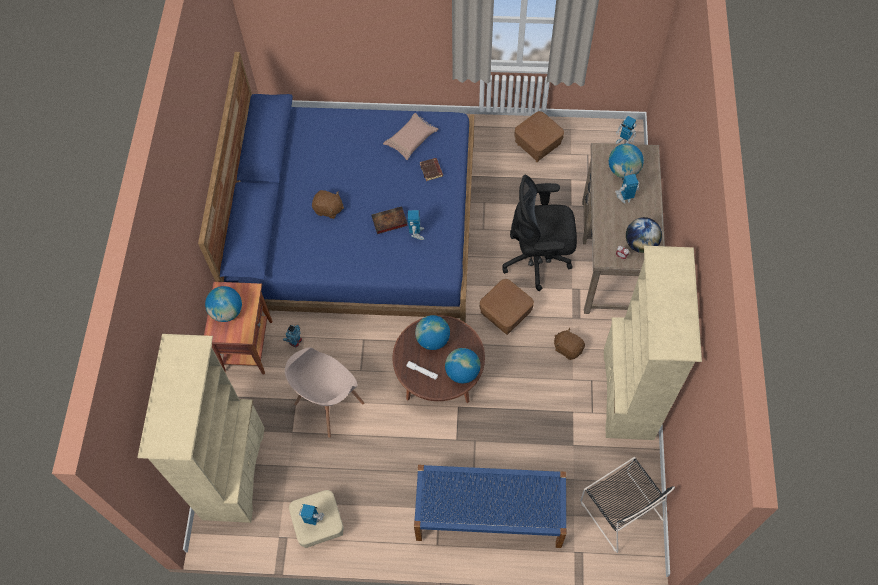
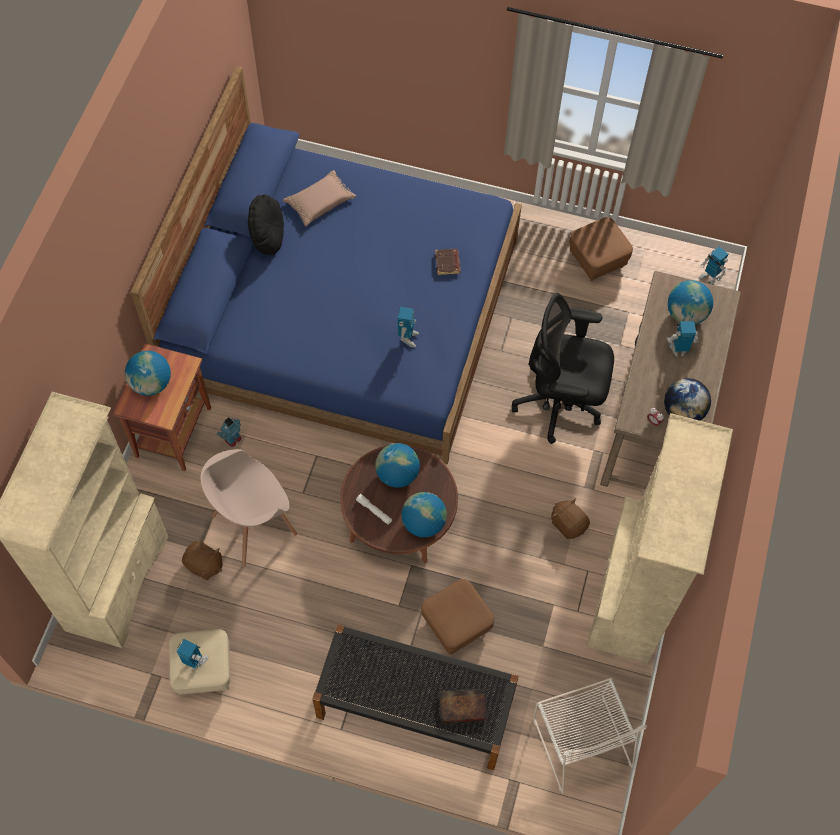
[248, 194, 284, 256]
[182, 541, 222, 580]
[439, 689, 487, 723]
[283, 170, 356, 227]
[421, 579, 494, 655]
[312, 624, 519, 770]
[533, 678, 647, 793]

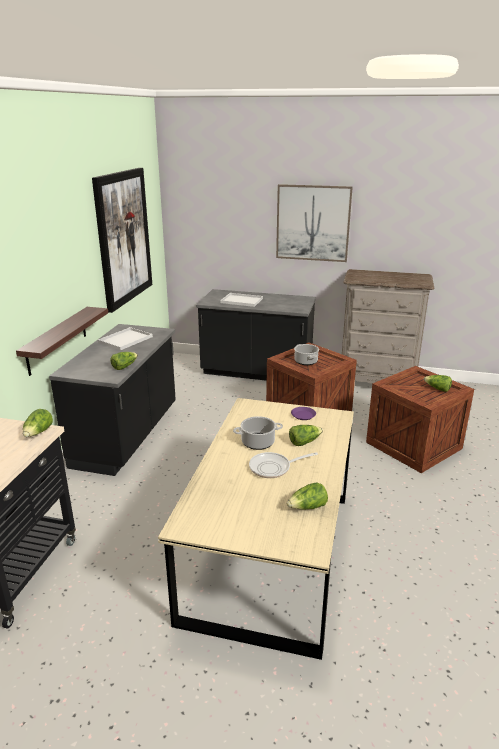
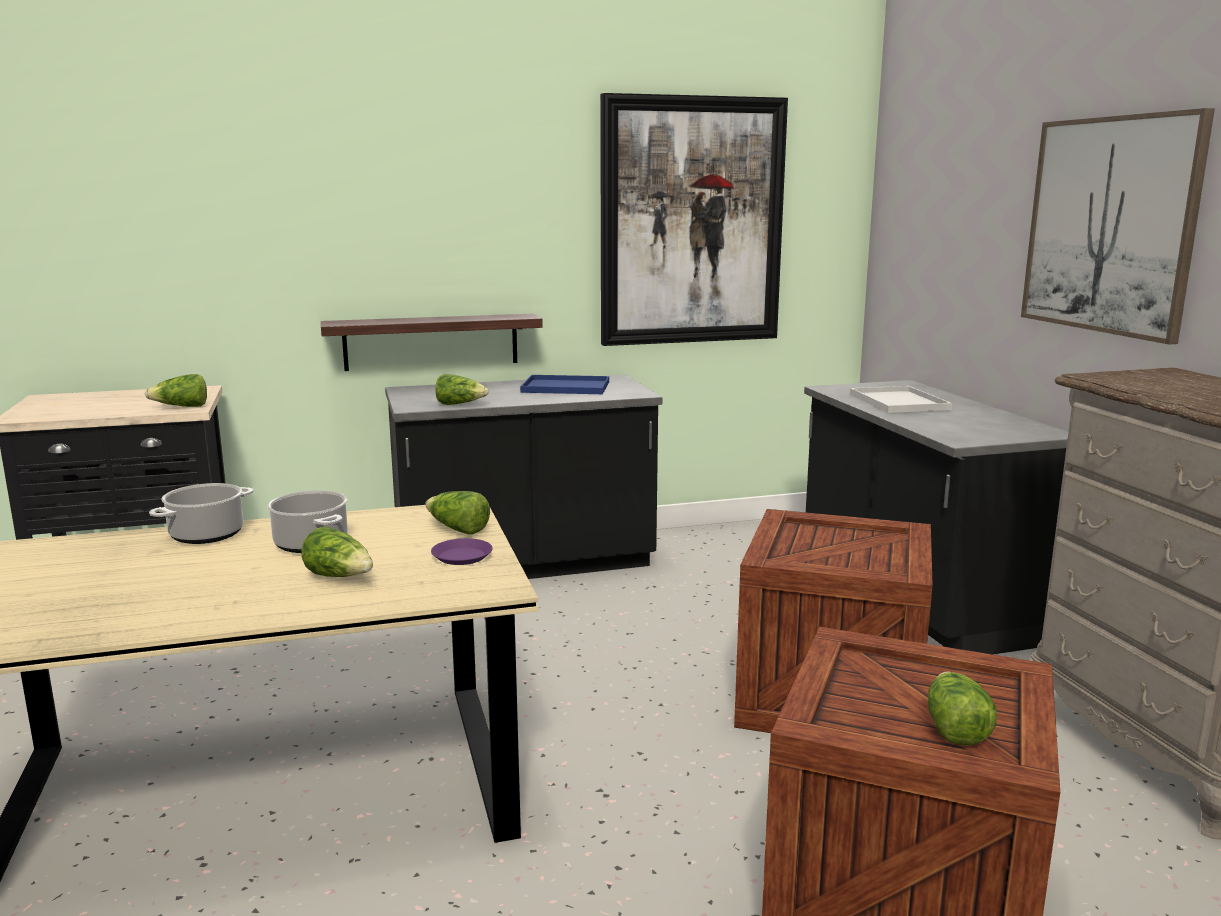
[249, 452, 318, 478] (first image)
[425, 491, 490, 535]
[149, 483, 254, 544]
[520, 375, 609, 394]

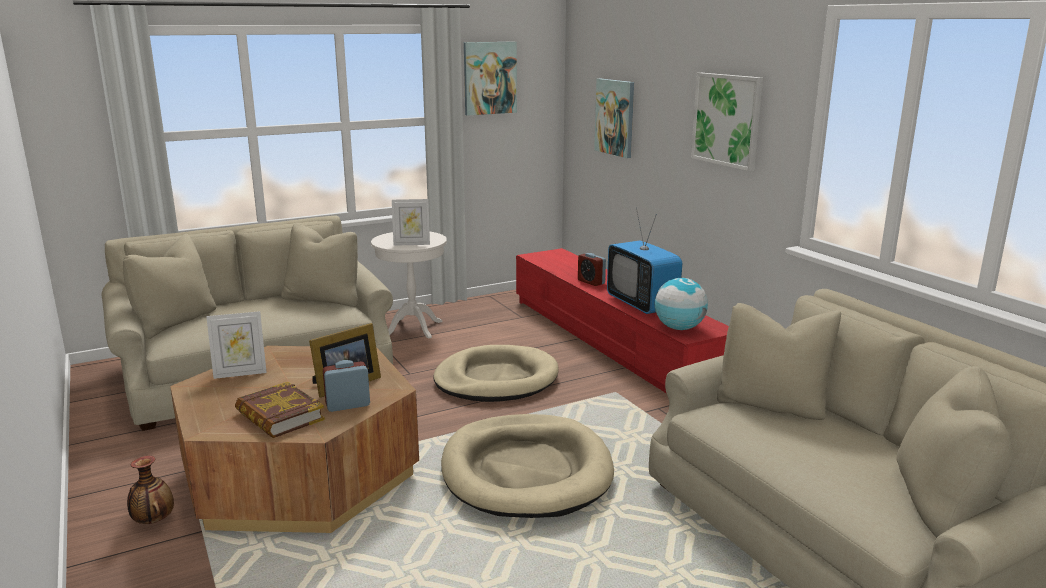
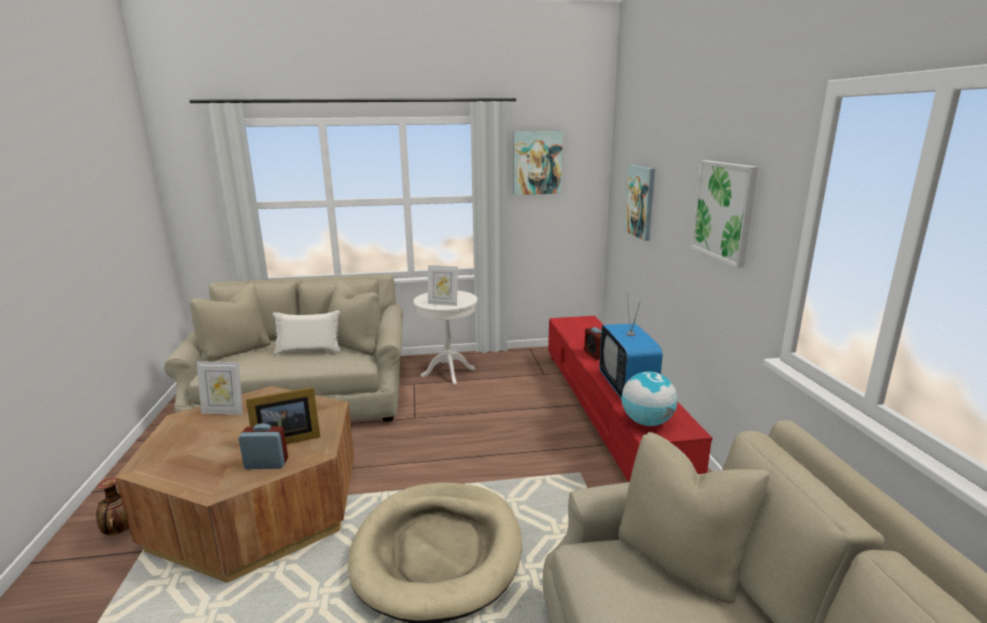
[235, 382, 325, 438] (first image)
[433, 345, 559, 402] (first image)
[273, 310, 341, 356]

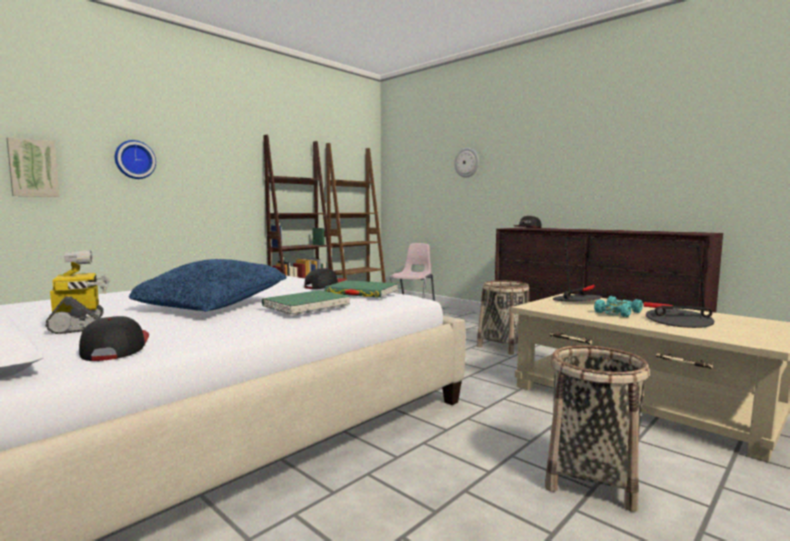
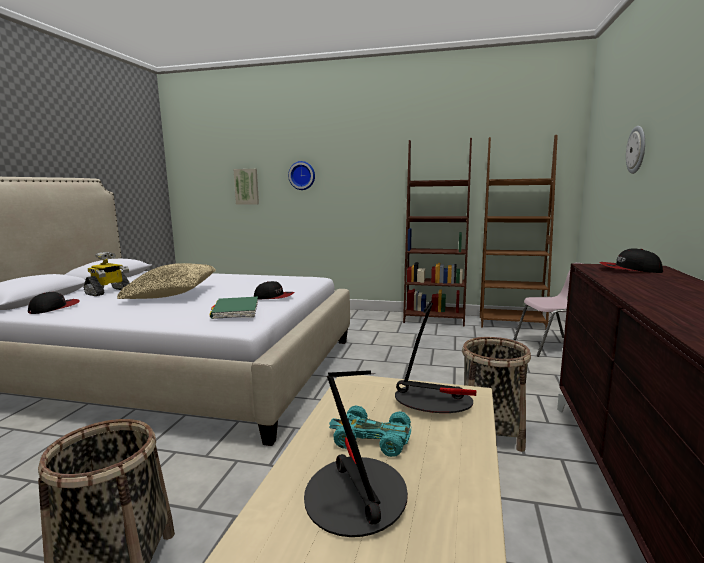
[262, 290, 351, 316] (first image)
[117, 263, 216, 299]

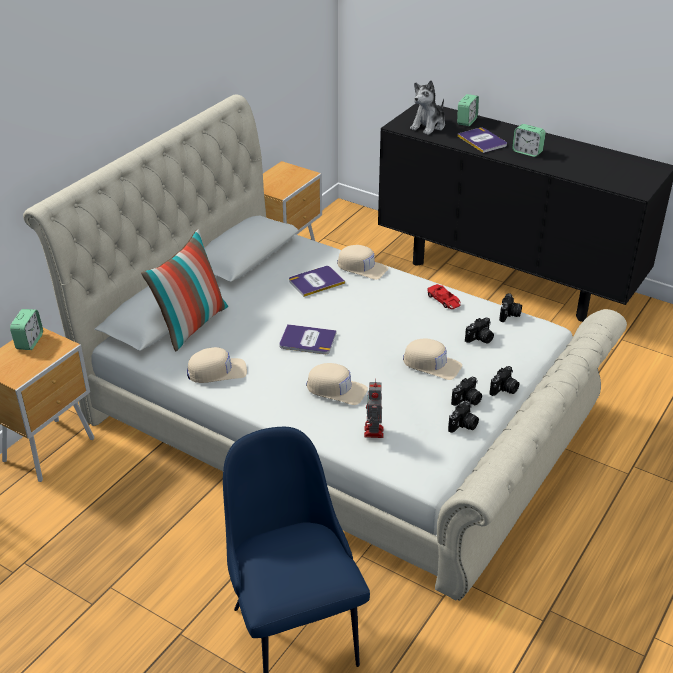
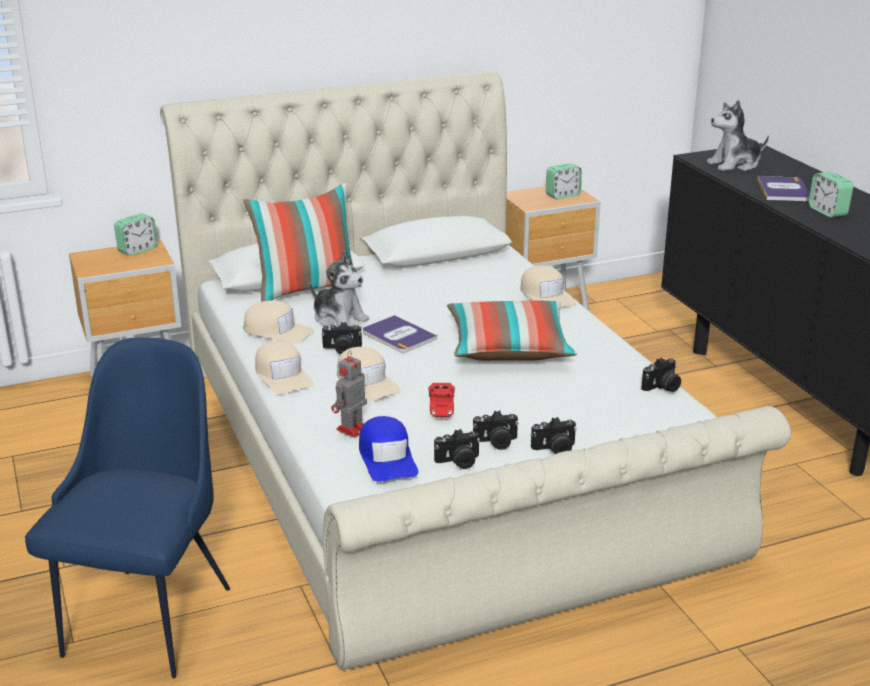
[289, 266, 345, 297] (first image)
[309, 251, 369, 326]
[359, 416, 418, 482]
[447, 301, 577, 361]
[255, 340, 314, 395]
[428, 383, 455, 418]
[546, 163, 582, 199]
[322, 322, 362, 355]

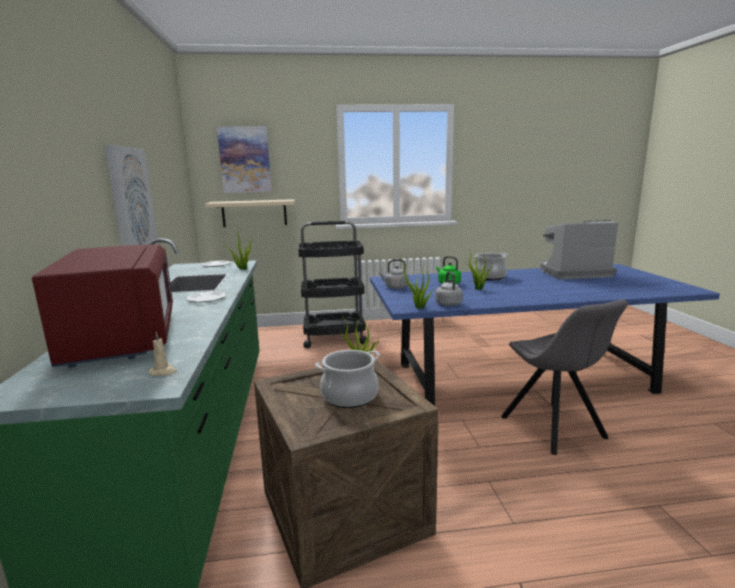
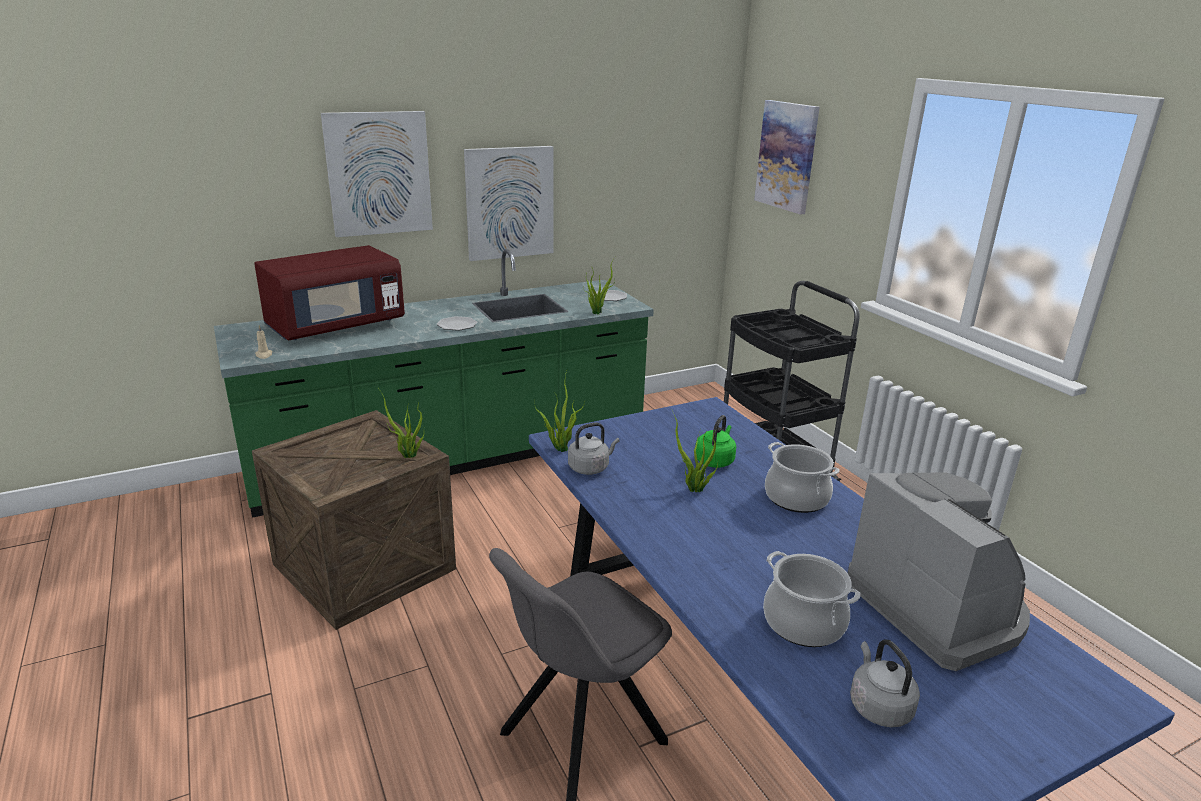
[205, 199, 295, 227] (first image)
[321, 111, 433, 237]
[763, 551, 860, 647]
[850, 639, 920, 727]

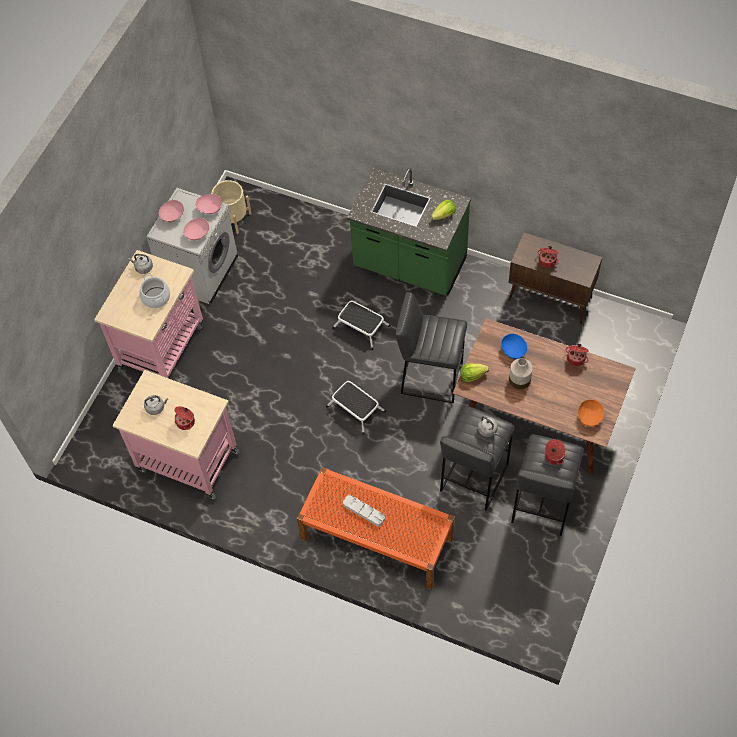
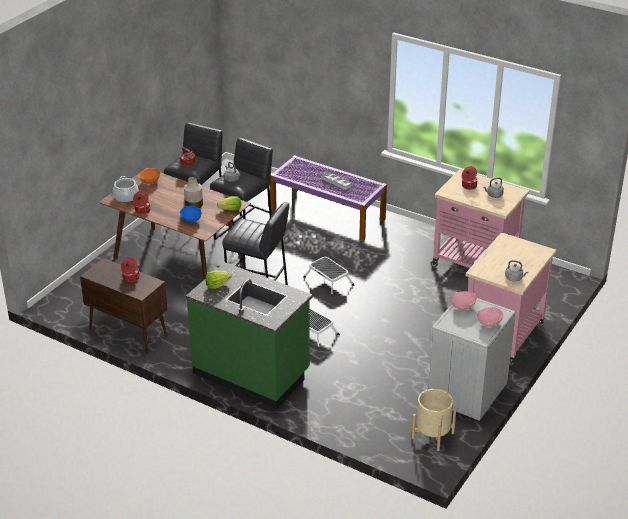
[195, 194, 222, 214] (first image)
[113, 176, 139, 202]
[270, 155, 387, 241]

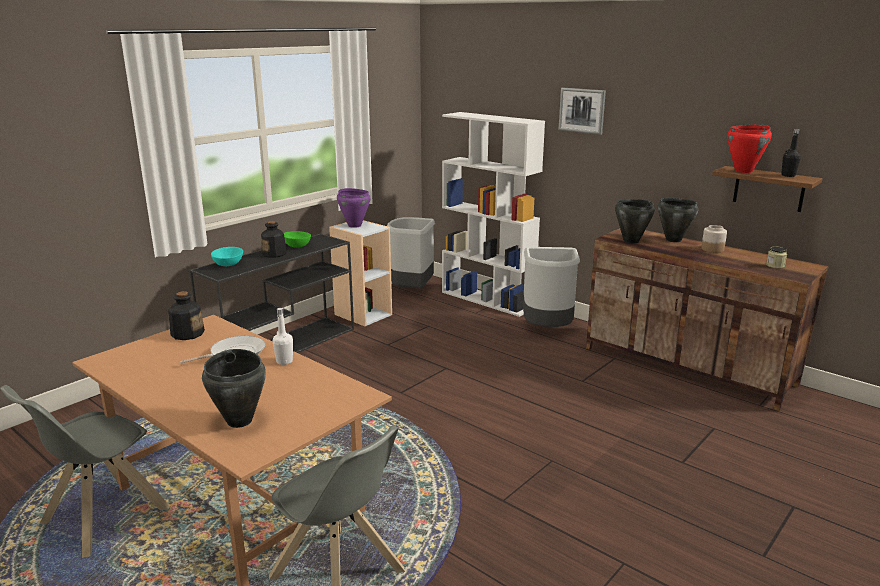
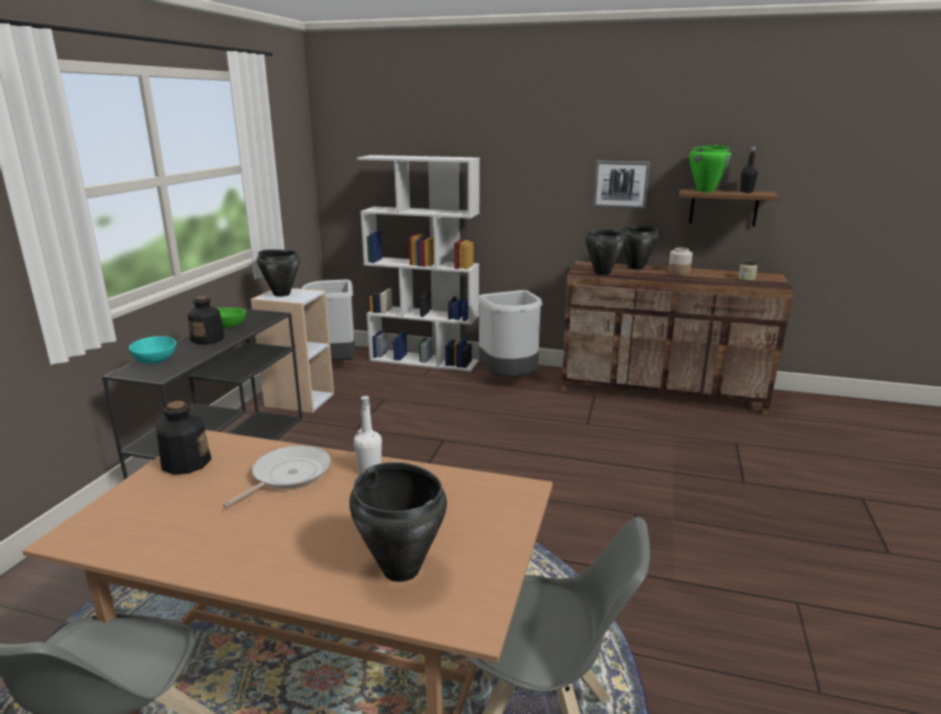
[593, 160, 650, 209]
[257, 249, 300, 297]
[689, 145, 731, 192]

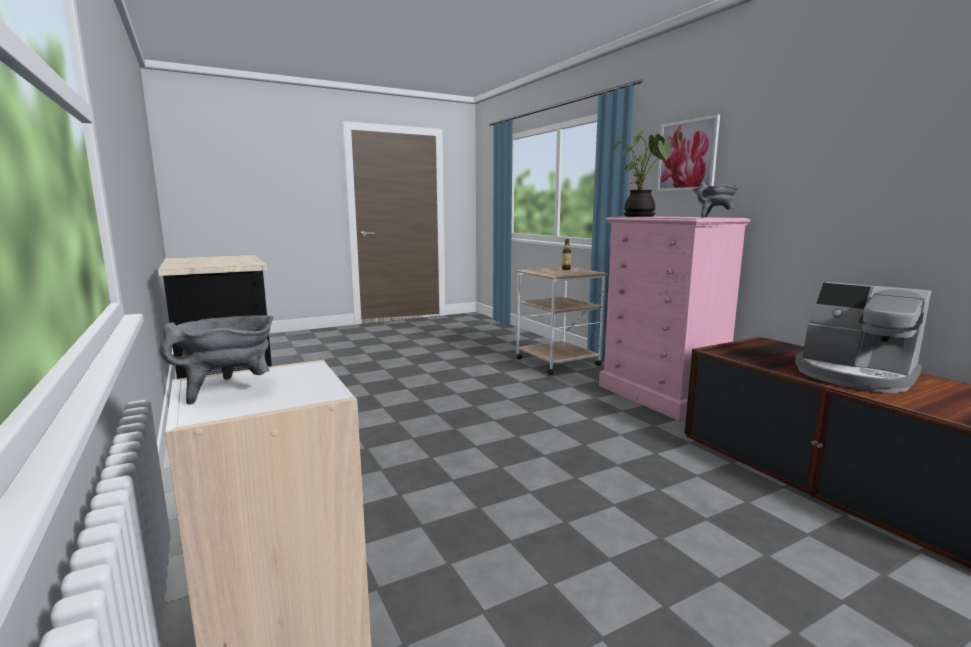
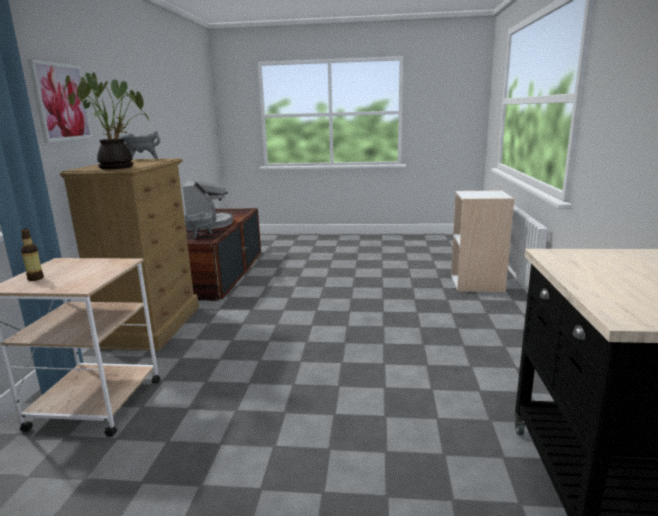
[184, 212, 215, 239]
[60, 158, 199, 351]

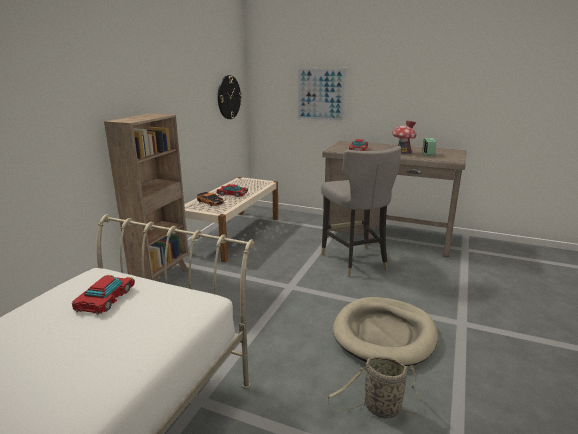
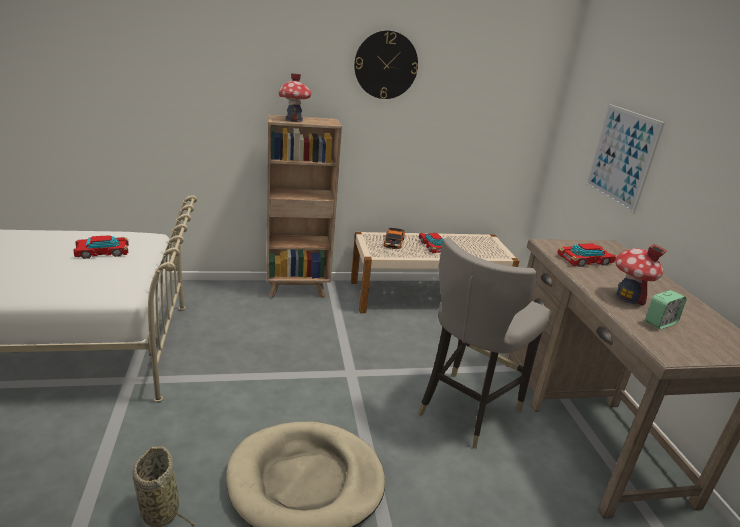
[279, 73, 312, 122]
[354, 30, 418, 99]

